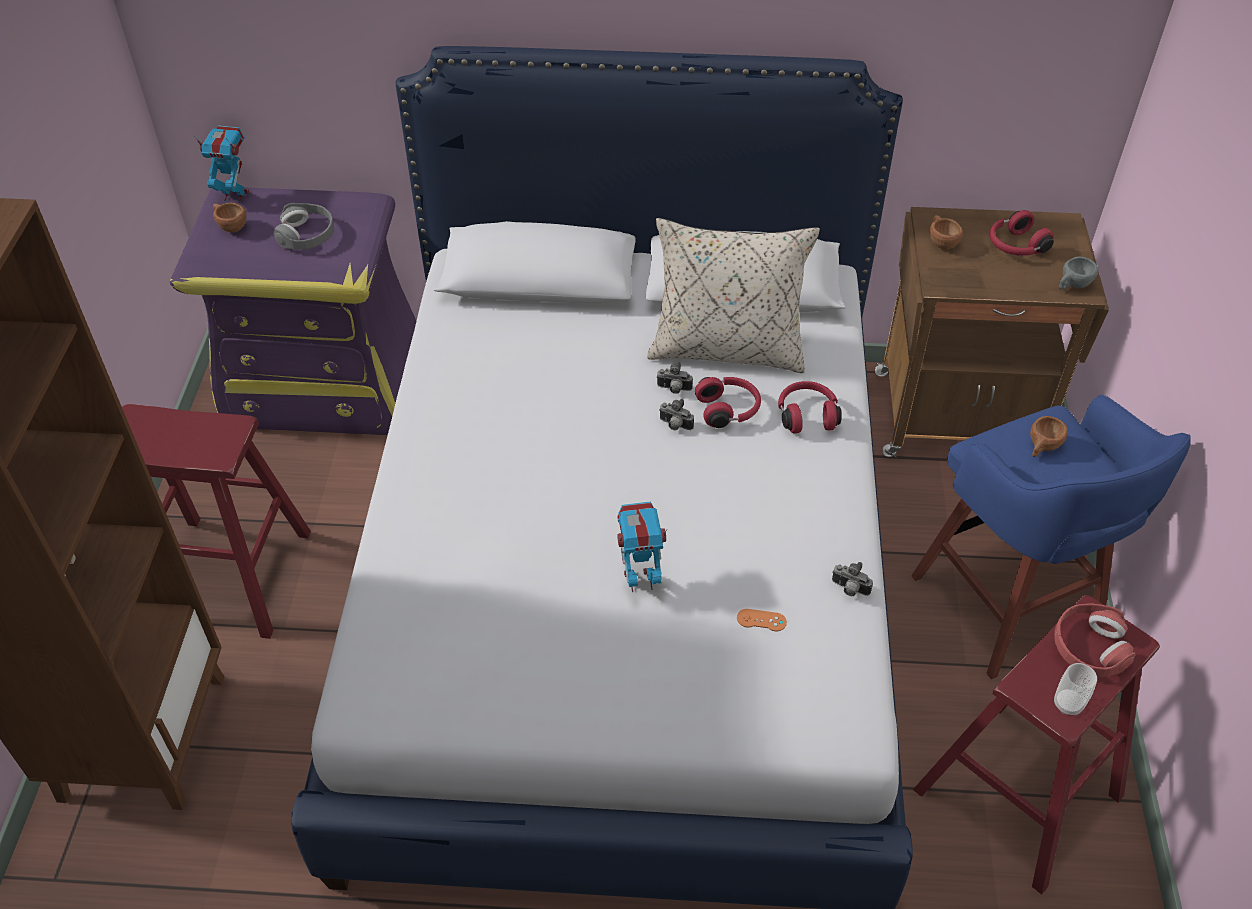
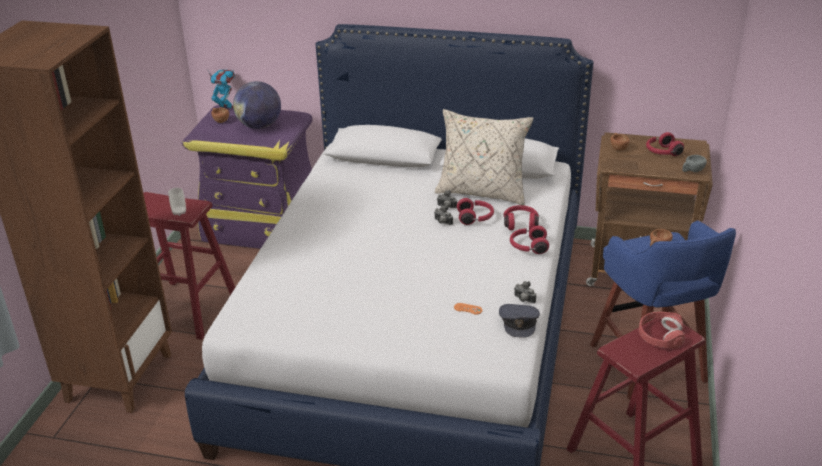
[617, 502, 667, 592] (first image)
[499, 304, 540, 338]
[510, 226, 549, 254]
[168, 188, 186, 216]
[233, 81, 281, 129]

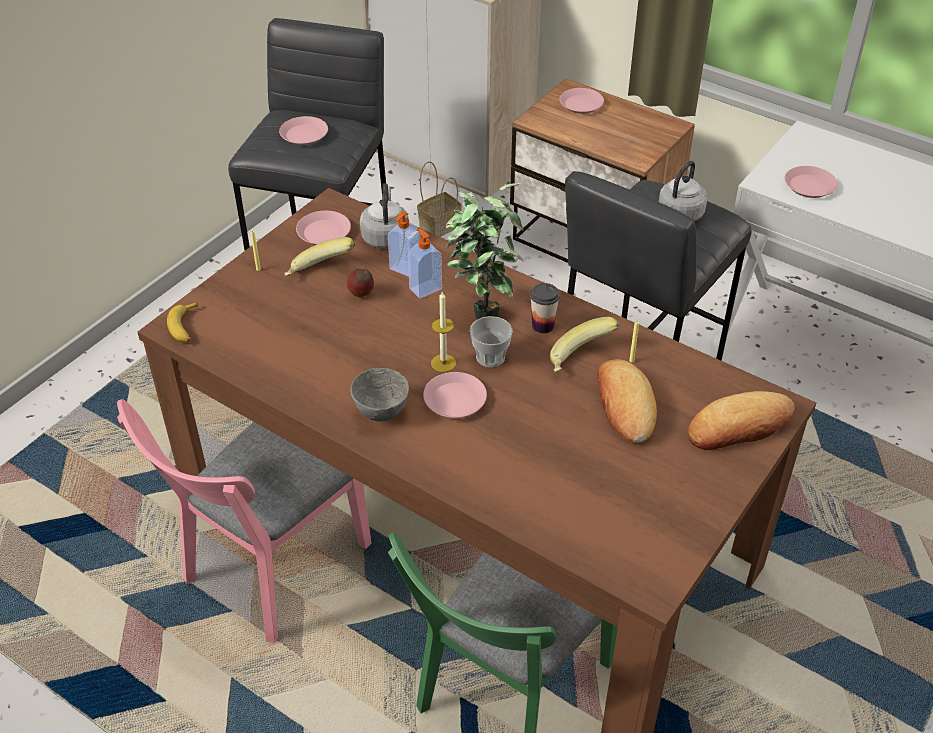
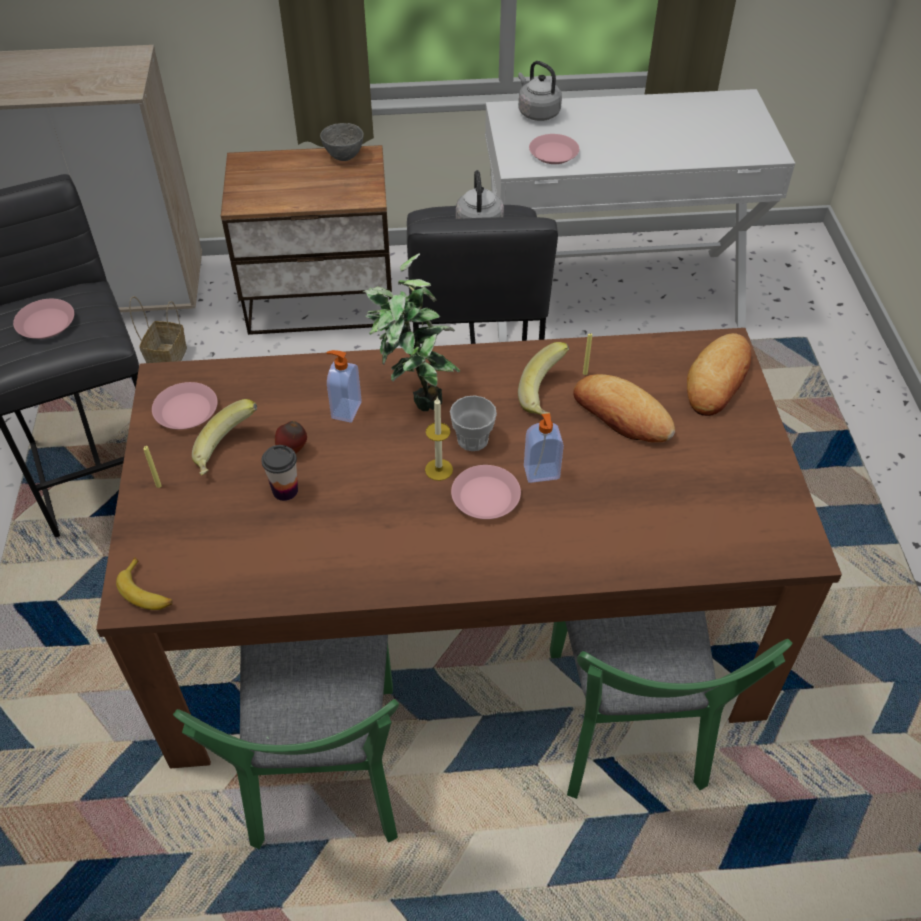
[560, 88, 604, 114] (first image)
[320, 123, 364, 161]
[518, 61, 562, 121]
[524, 413, 564, 483]
[261, 445, 298, 501]
[173, 635, 399, 849]

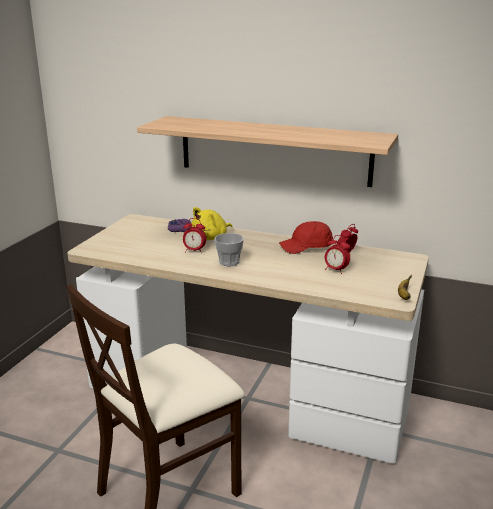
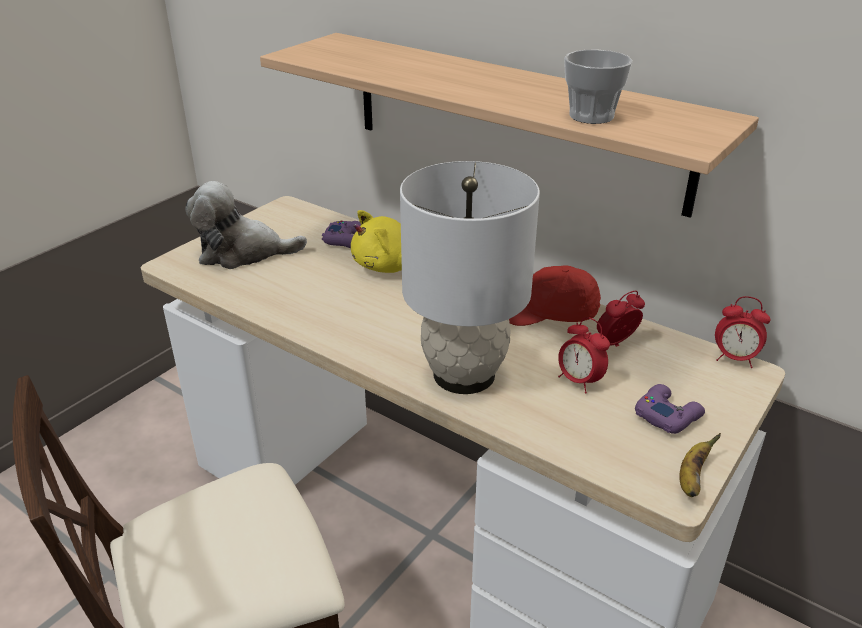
[185, 181, 307, 269]
[400, 161, 540, 394]
[635, 384, 705, 434]
[715, 296, 770, 368]
[564, 50, 633, 124]

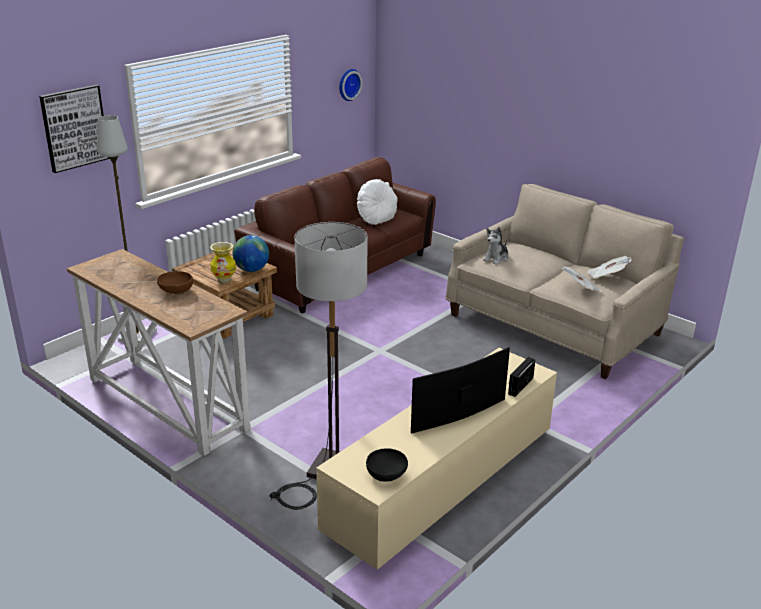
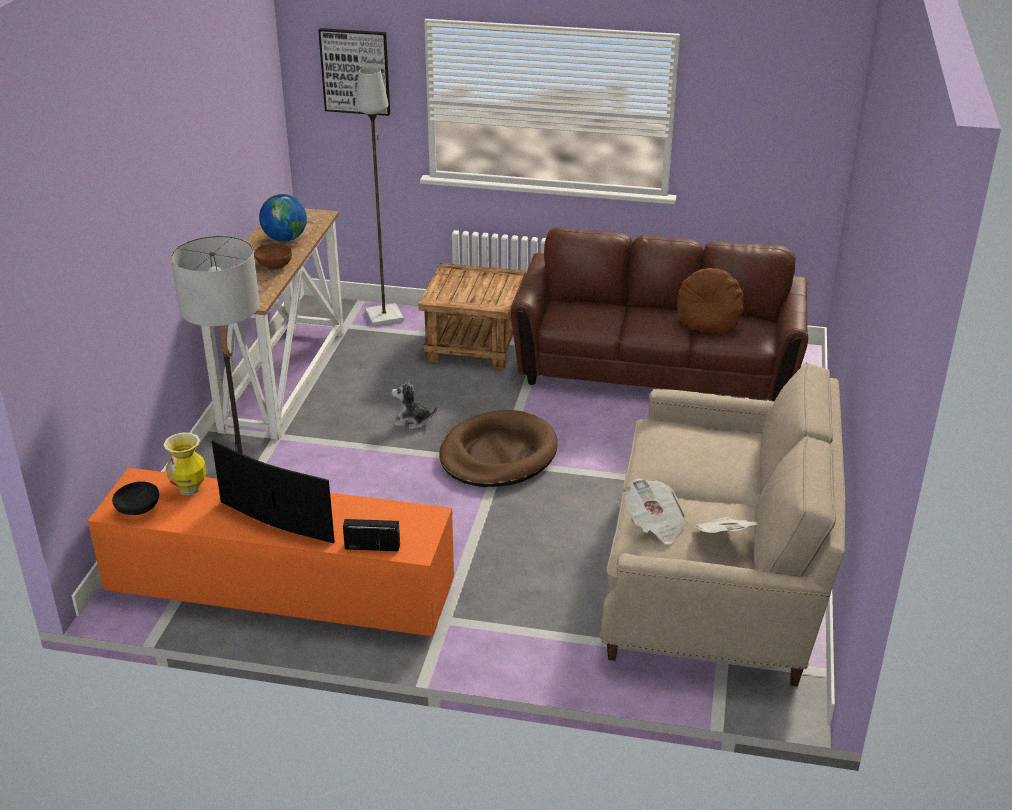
[339, 69, 363, 101] (first image)
[439, 410, 558, 487]
[163, 432, 207, 495]
[259, 194, 307, 242]
[391, 379, 437, 429]
[88, 468, 454, 636]
[677, 268, 744, 334]

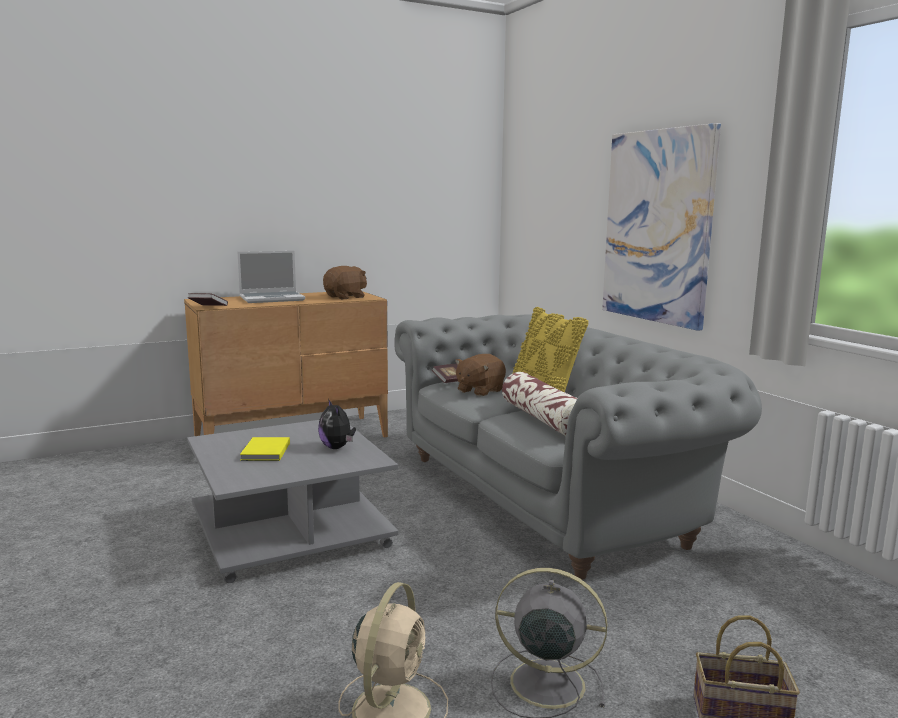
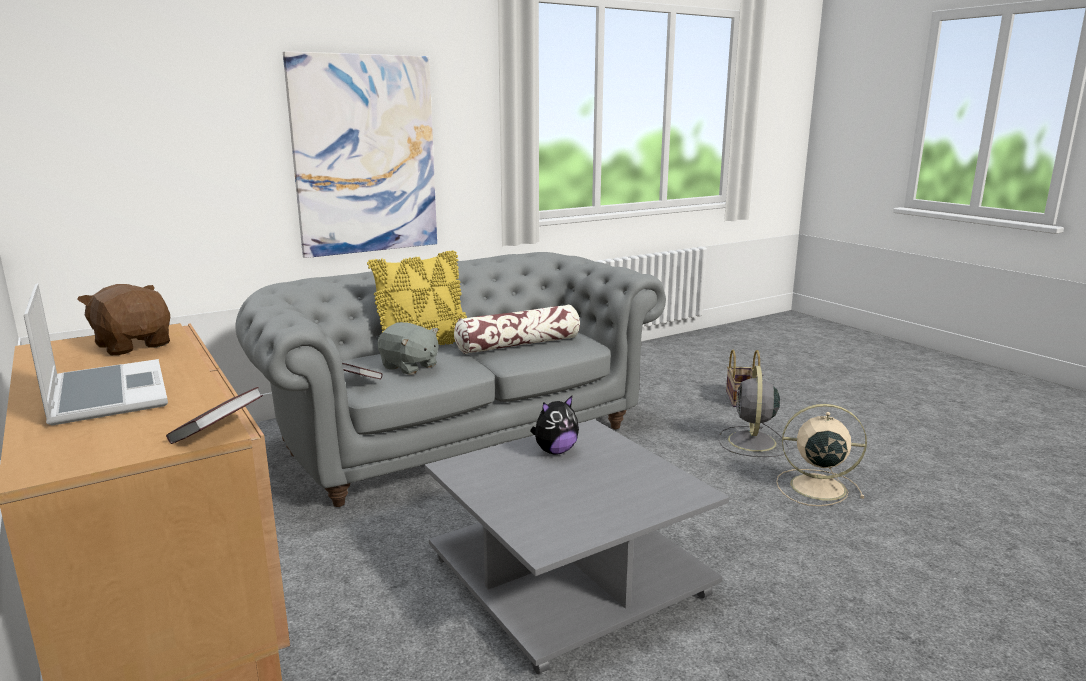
[240, 437, 290, 461] (first image)
[377, 322, 438, 375]

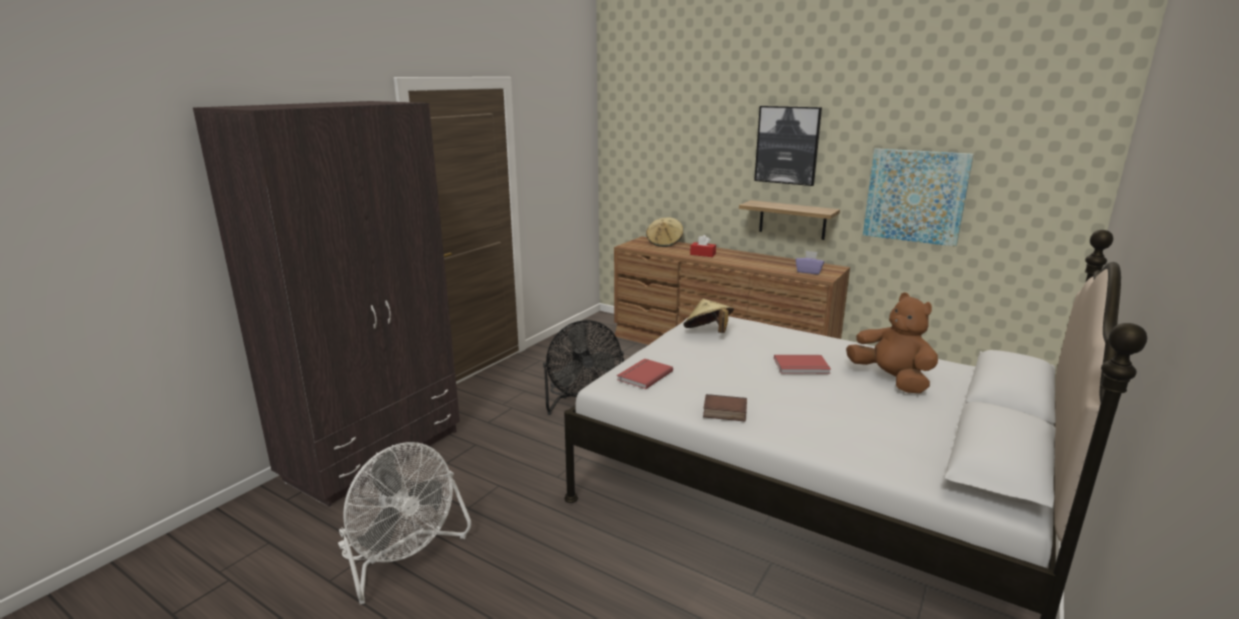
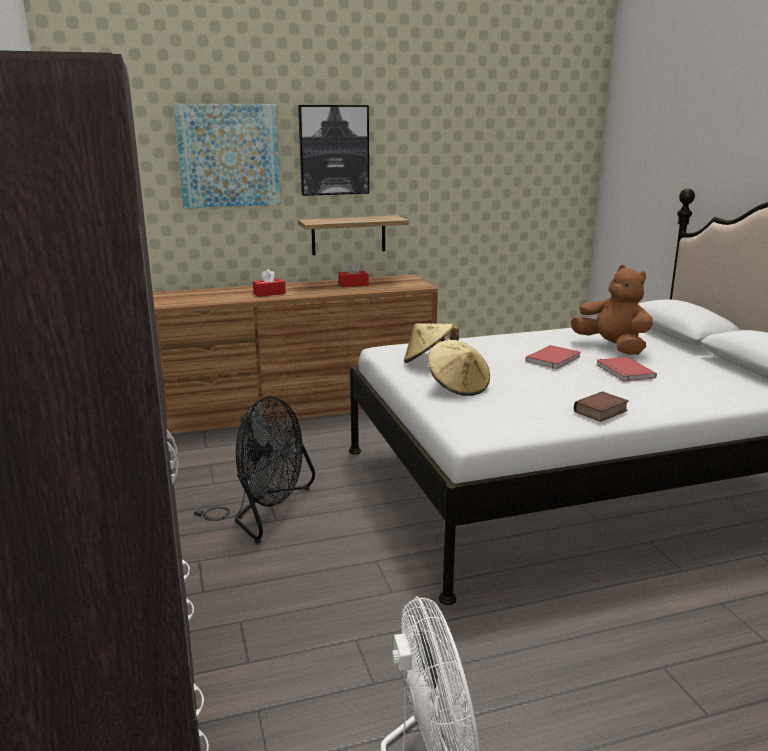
[796, 251, 825, 274] (first image)
[338, 262, 369, 287]
[596, 357, 657, 382]
[428, 340, 490, 396]
[174, 104, 281, 208]
[571, 265, 653, 355]

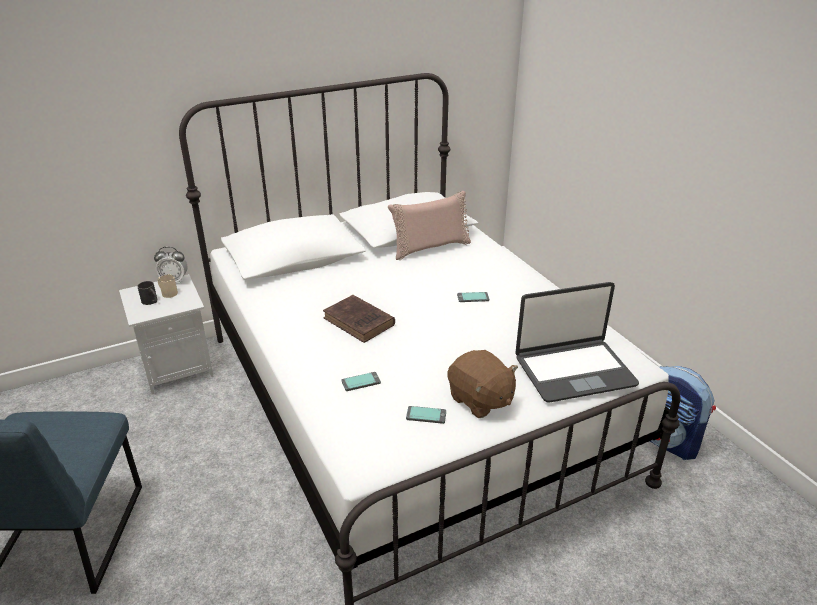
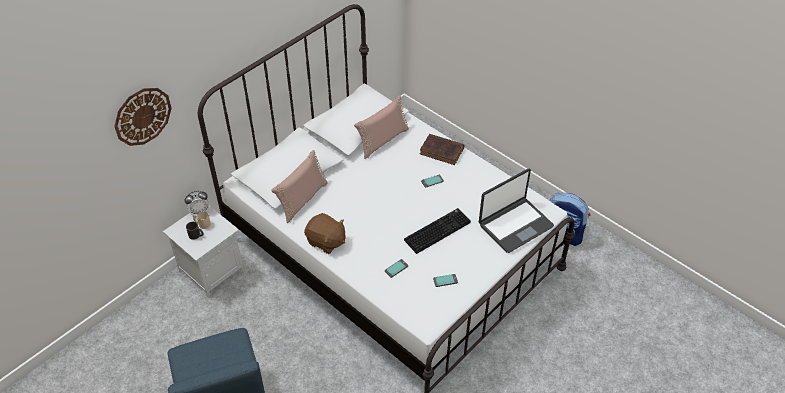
[114, 88, 172, 146]
[272, 150, 328, 223]
[404, 208, 471, 254]
[420, 134, 464, 165]
[304, 213, 345, 254]

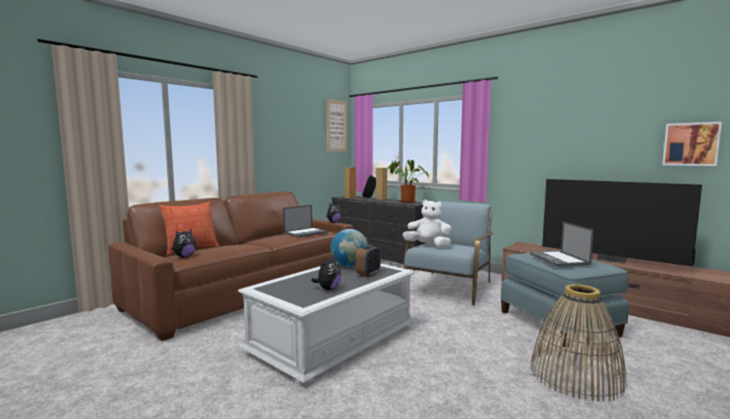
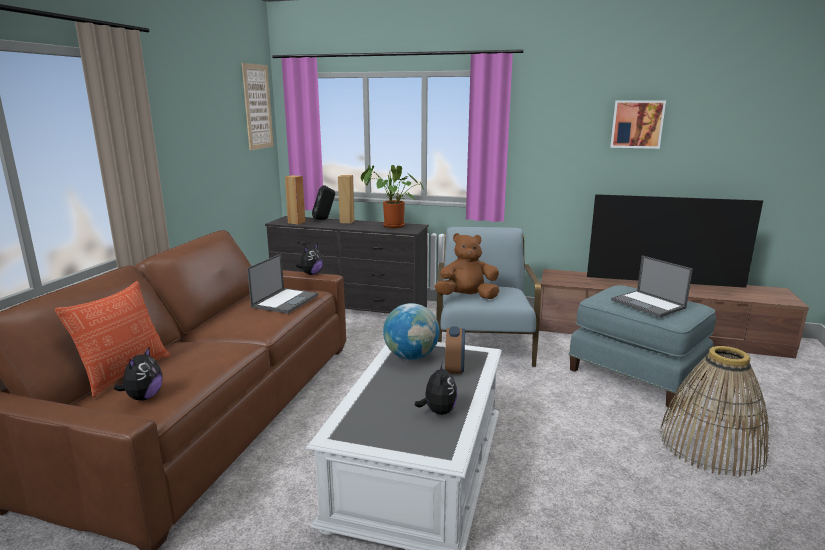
[610, 100, 666, 149]
[435, 233, 499, 299]

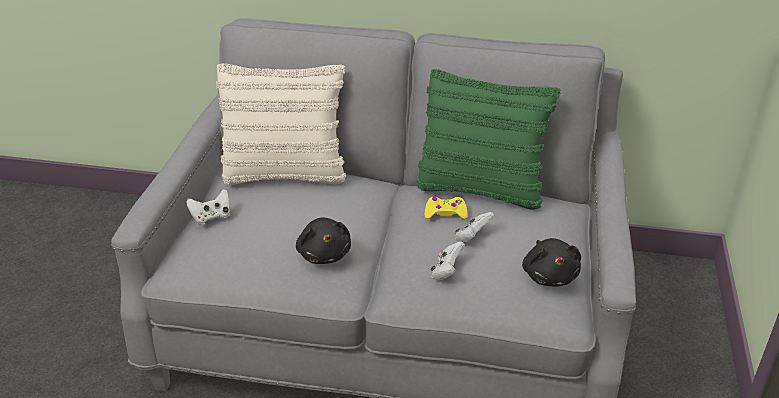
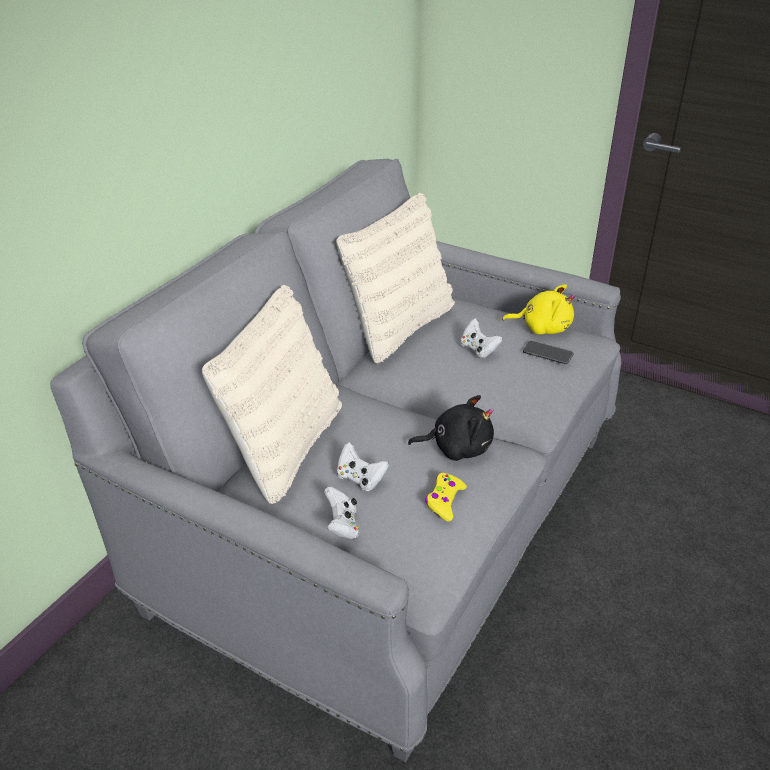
[523, 340, 574, 364]
[425, 473, 467, 521]
[337, 442, 389, 491]
[336, 193, 455, 363]
[502, 284, 575, 335]

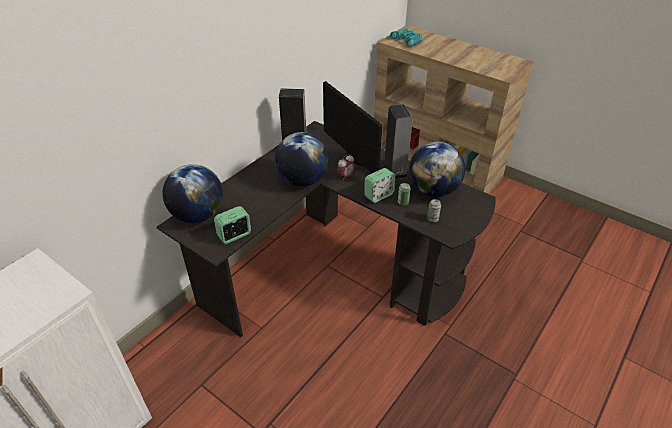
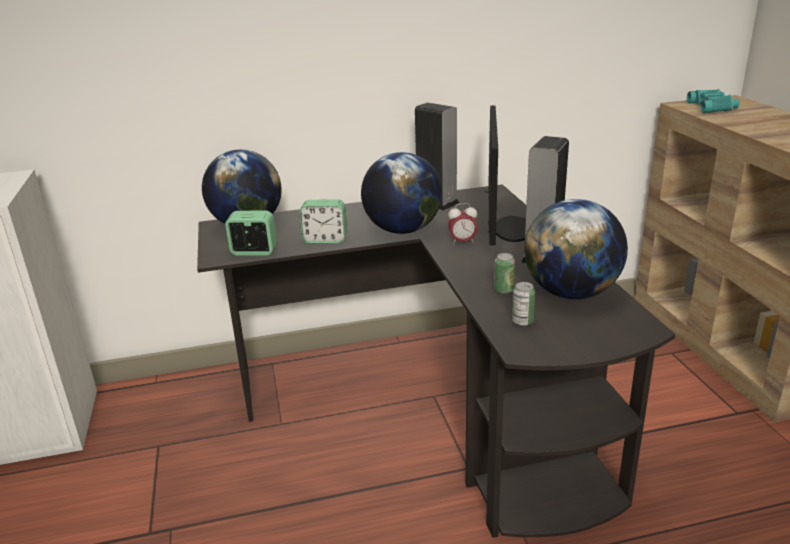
[299, 199, 347, 244]

